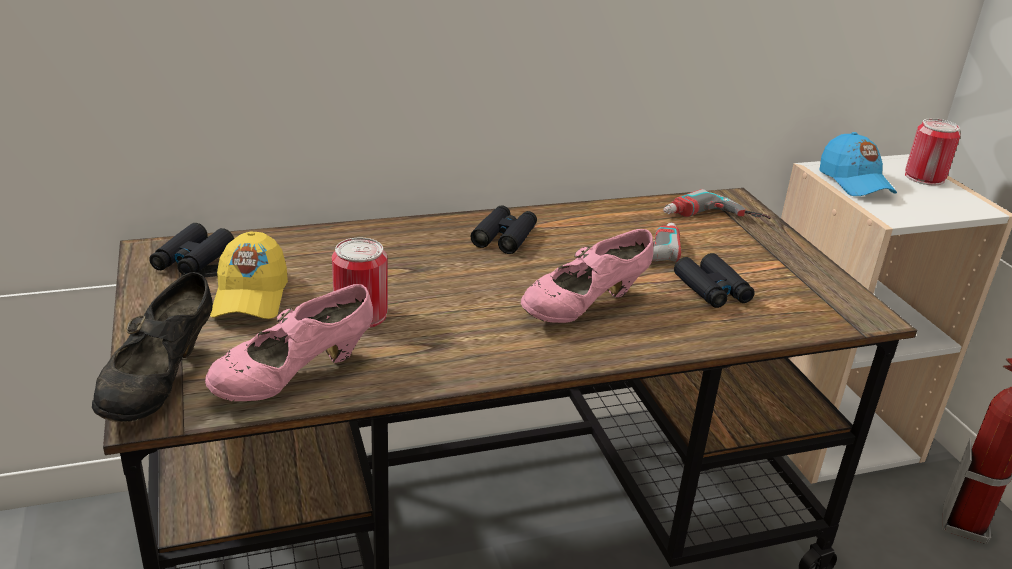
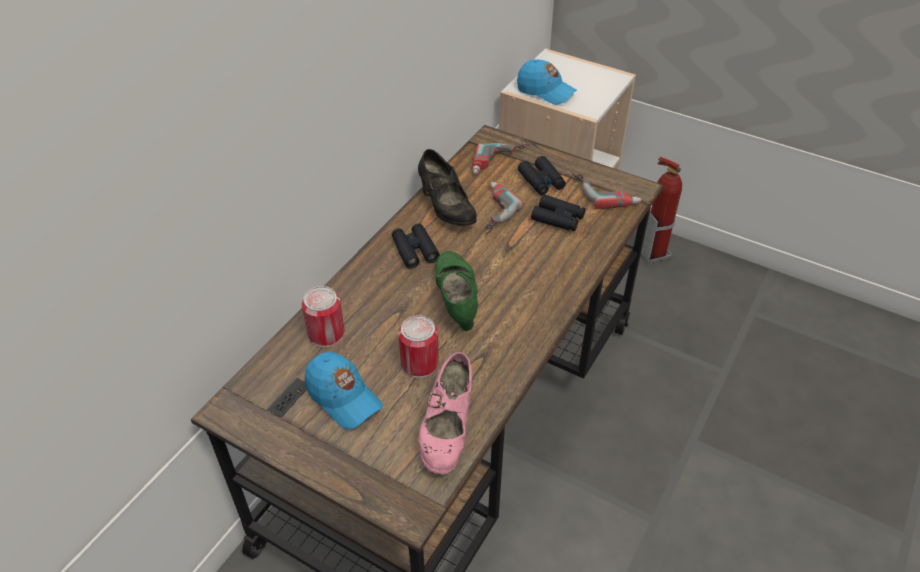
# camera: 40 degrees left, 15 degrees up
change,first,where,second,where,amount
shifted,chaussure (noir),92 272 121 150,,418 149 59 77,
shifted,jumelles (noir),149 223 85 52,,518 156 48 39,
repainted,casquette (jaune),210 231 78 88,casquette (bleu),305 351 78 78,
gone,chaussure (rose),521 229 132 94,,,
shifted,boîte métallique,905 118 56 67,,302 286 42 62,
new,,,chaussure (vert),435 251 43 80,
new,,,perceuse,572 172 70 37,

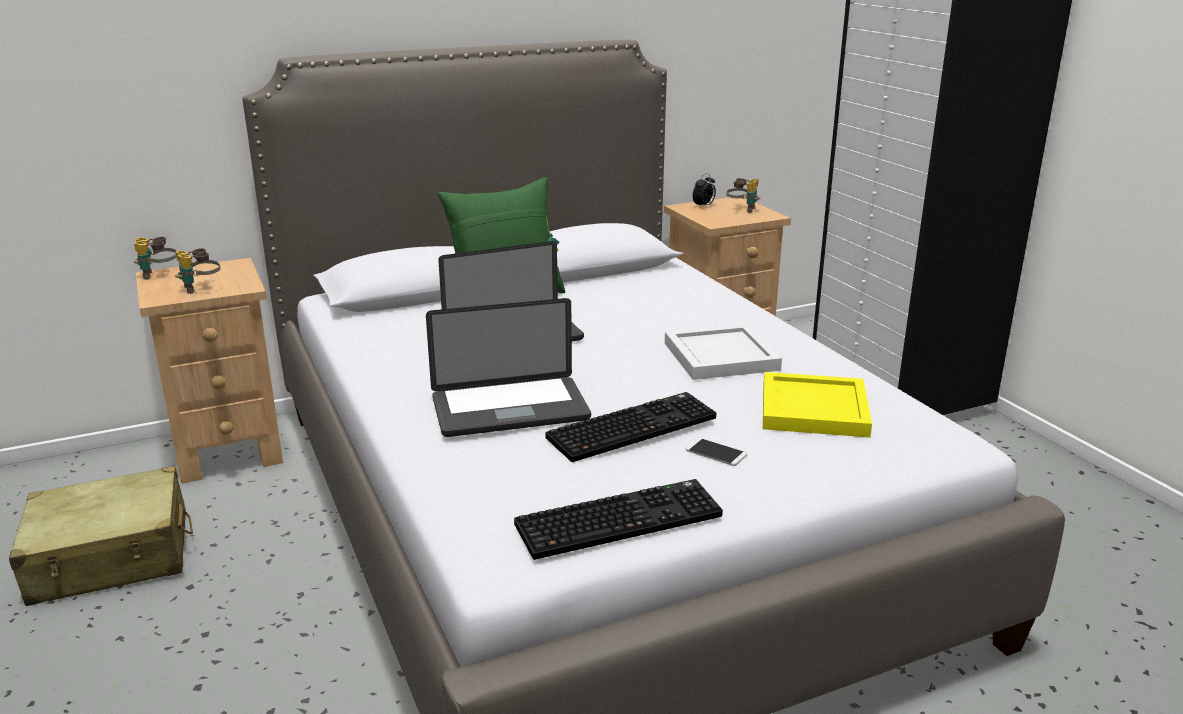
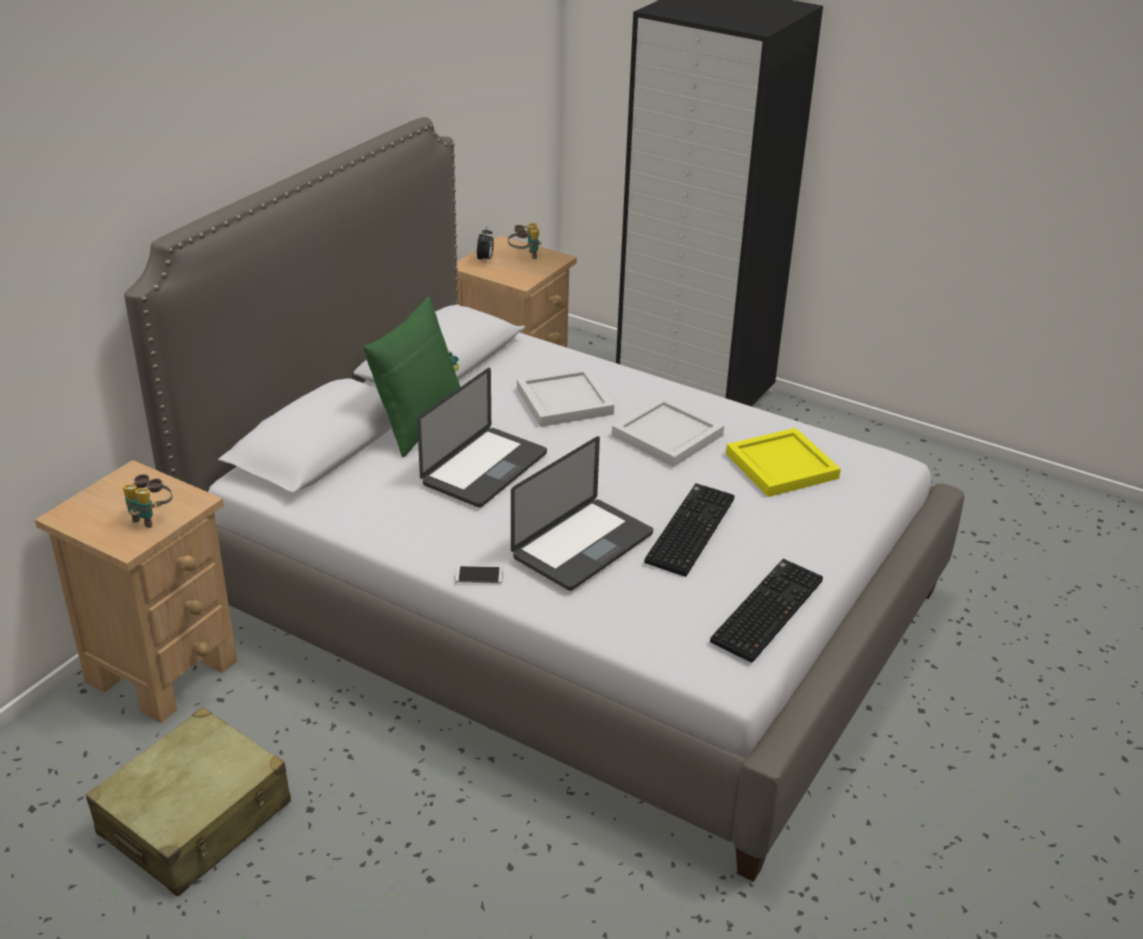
# camera: 35 degrees left, 10 degrees up
change,first,where,second,where,amount
gone,jumelles,134 237 43 43,,,
shifted,téléphone,686 438 61 28,,455 566 49 18,
new,,,plateau (blanc),517 368 97 59,

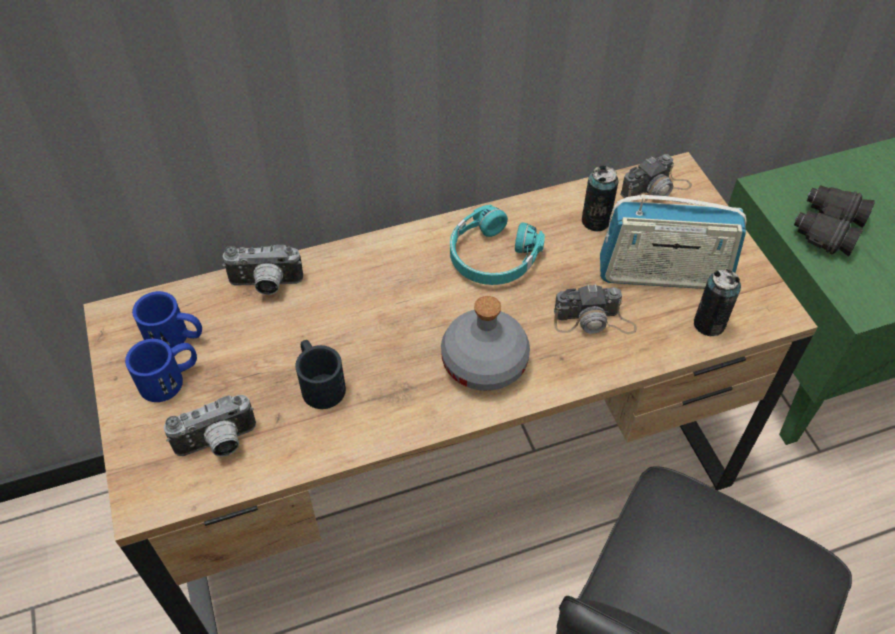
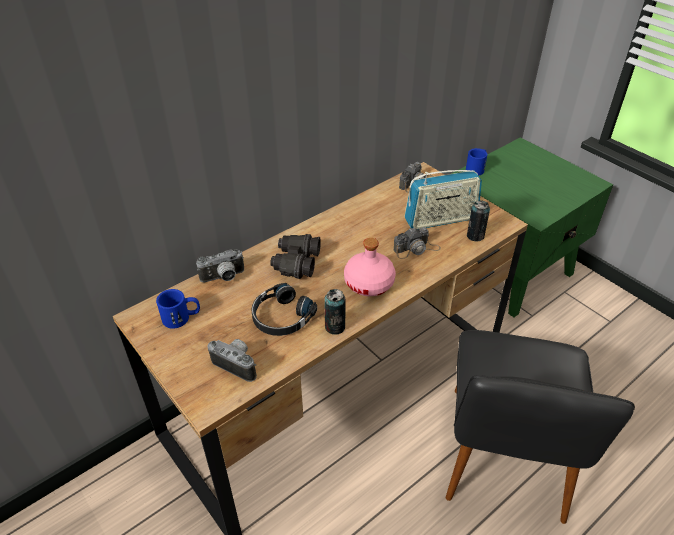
# camera: 20 degrees left, 10 degrees down
change,first,where,second,where,amount
shifted,mug (bleu),125 339 72 63,,466 148 22 28,
rotated,appareil photo,164 395 92 62,,208 339 49 43,105 degrees counterclockwise
swapped,mug (noir),295 340 51 69,casque audio (noir),252 283 65 53,
repainted,bouteille (gris),441 296 89 95,bouteille (rose),344 238 52 58,
gone,casque audio (turquoise),450 205 95 80,,,
shifted,boîte métallique,582 166 36 65,,324 289 22 46,
shifted,jumelles (noir),794 185 81 71,,270 234 51 45,

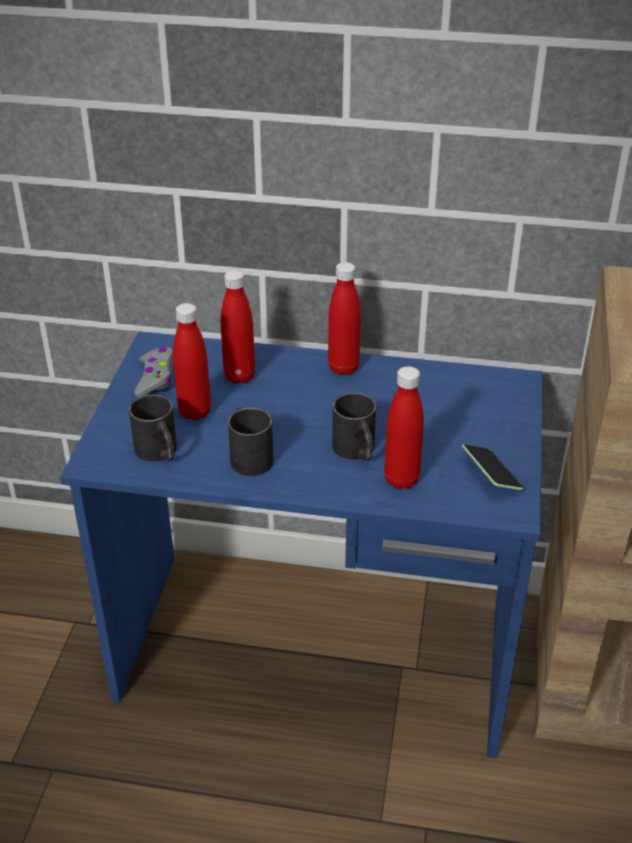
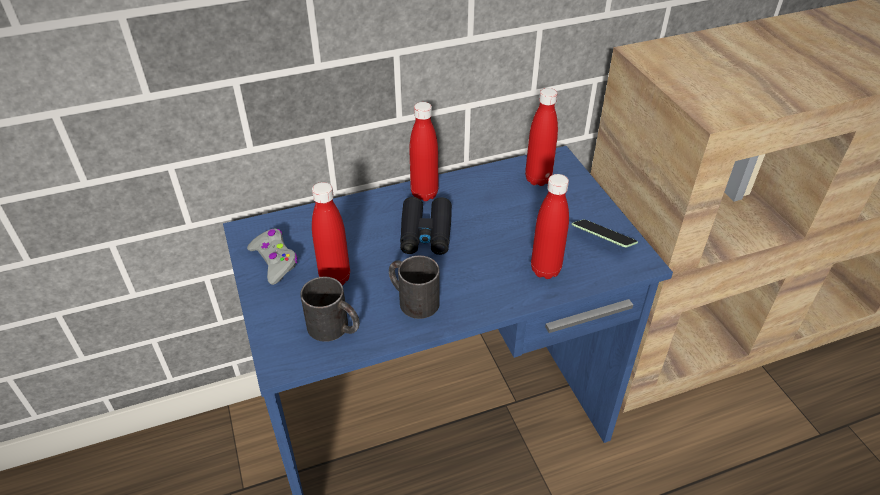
# camera: 30 degrees left, 5 degrees up
change,first,where,second,where,amount
shifted,bouteille (rouge),221 270 34 114,,525 88 33 98,
gone,mug (noir),332 393 44 68,,,
new,,,jumelles (noir),400 197 52 58,

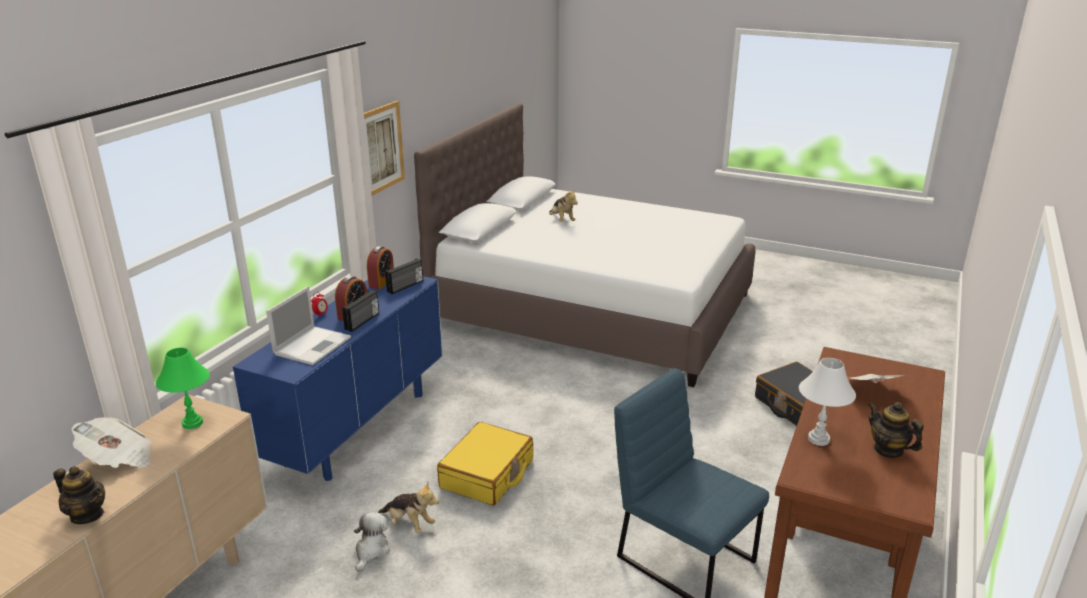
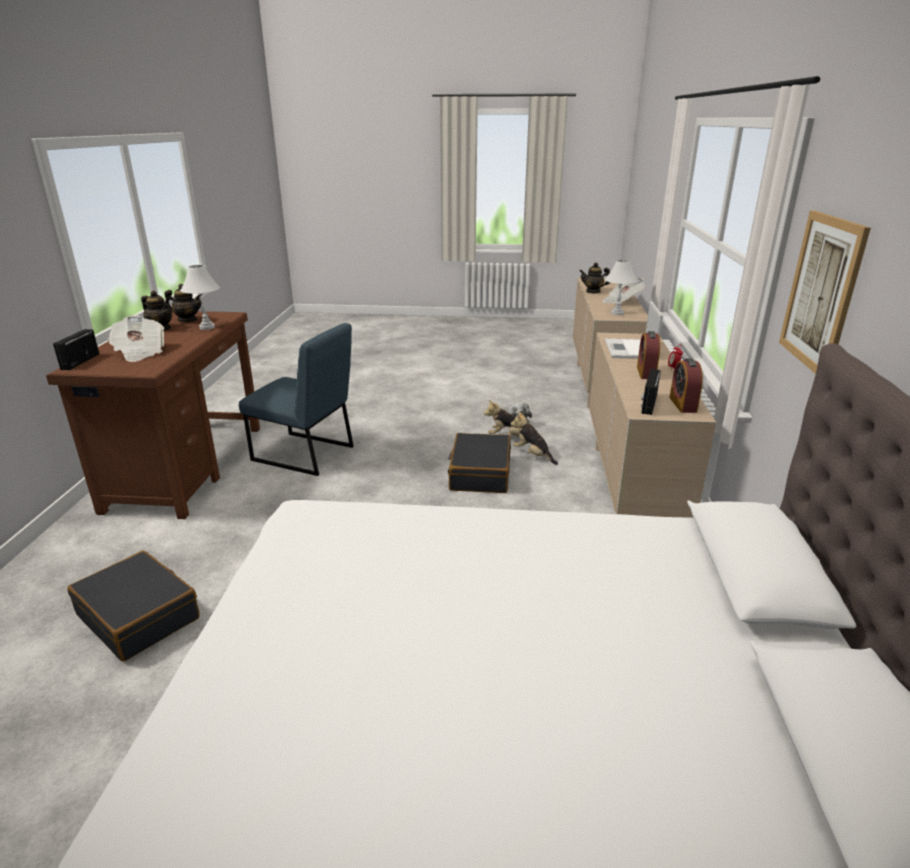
# camera: 160 degrees right, 0 degrees up
change,first,where,second,where,amount
repainted,lampe de table (vert),156 348 54 81,lampe de table (blanc),605 260 33 55,
repainted,commode (bleu),233 276 210 205,commode (beige),589 333 127 185,
shifted,radio,342 290 37 42,,53 329 46 41,
repainted,valise (jaune),437 422 96 84,valise (noir),448 433 63 60,
shifted,peluche,549 189 29 33,,510 411 48 54,
new,,,théière,164 284 37 38,

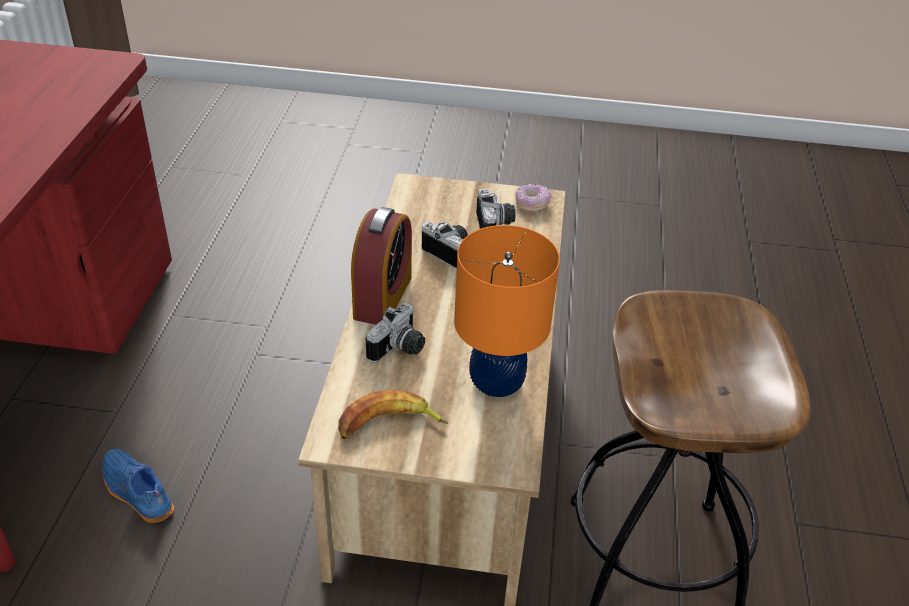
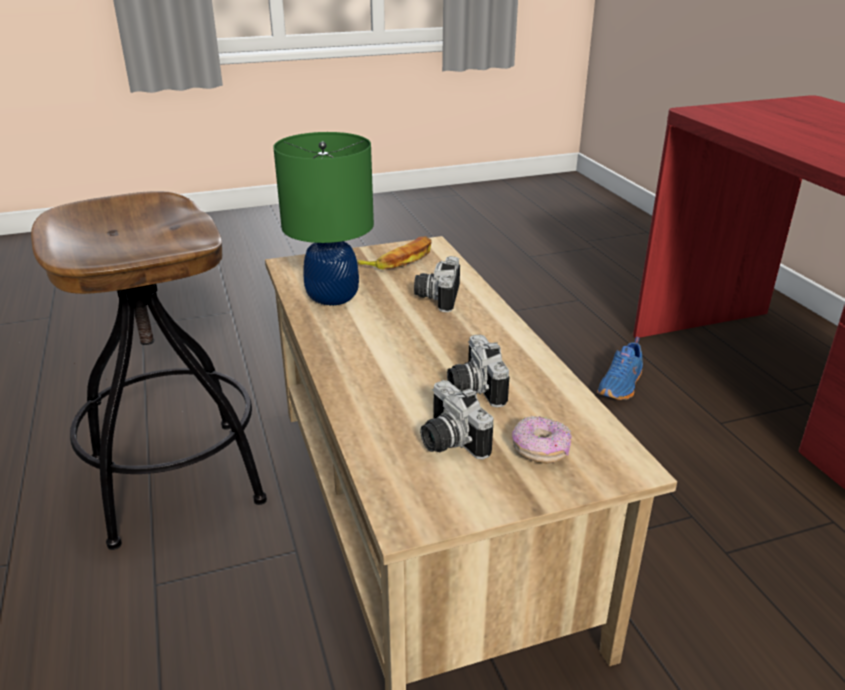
# camera: 155 degrees right, 10 degrees down
change,first,where,second,where,amount
rotated,chaussure (bleu),102 449 72 74,,597 337 46 63,105 degrees clockwise
gone,réveil,351 207 61 118,,,
rotated,appareil photo,422 221 46 48,,447 335 62 73,60 degrees clockwise
repainted,lampe de table (orange),454 225 106 172,lampe de table (vert),273 132 101 174,
shifted,beignet,515 184 36 28,,512 416 60 48,

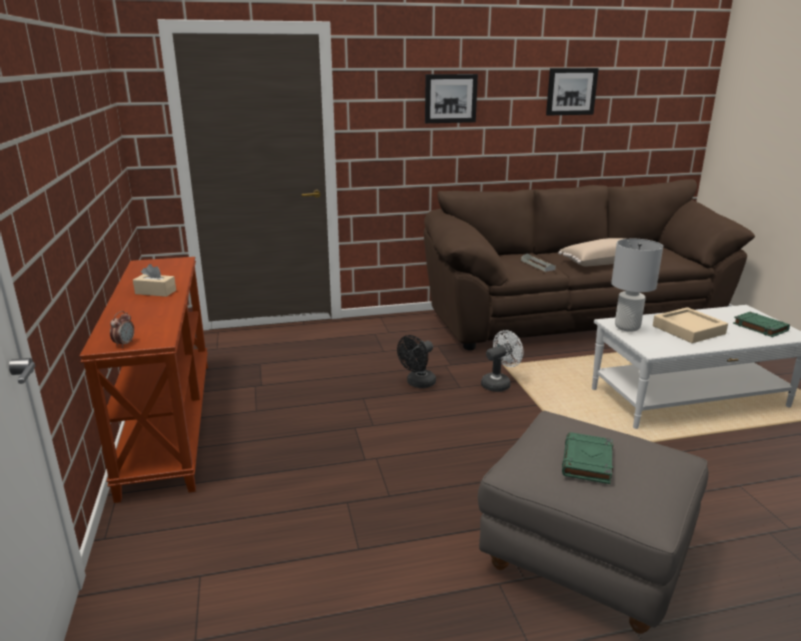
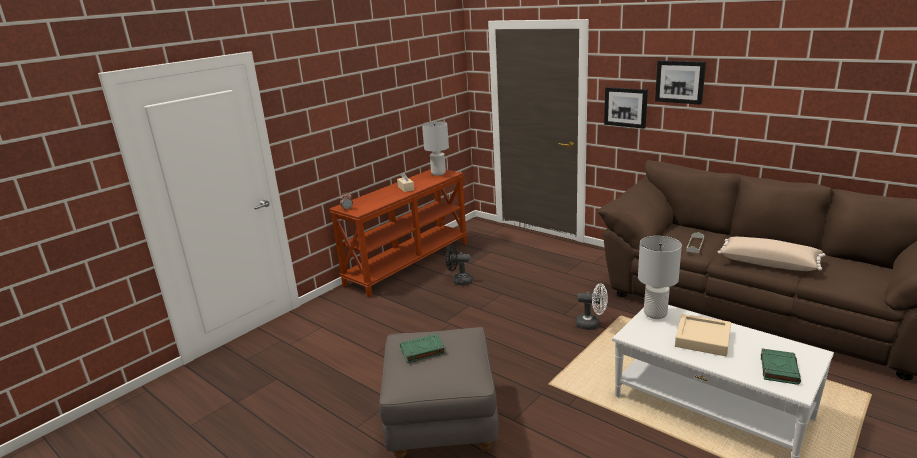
# camera: 55 degrees right, 0 degrees up
change,first,where,second,where,amount
shifted,ventilateur (noir),397 335 39 53,,445 245 28 40,
shifted,tableau,546 68 53 48,,604 87 44 42,
new,,,lampe de table (gris),422 121 27 55,

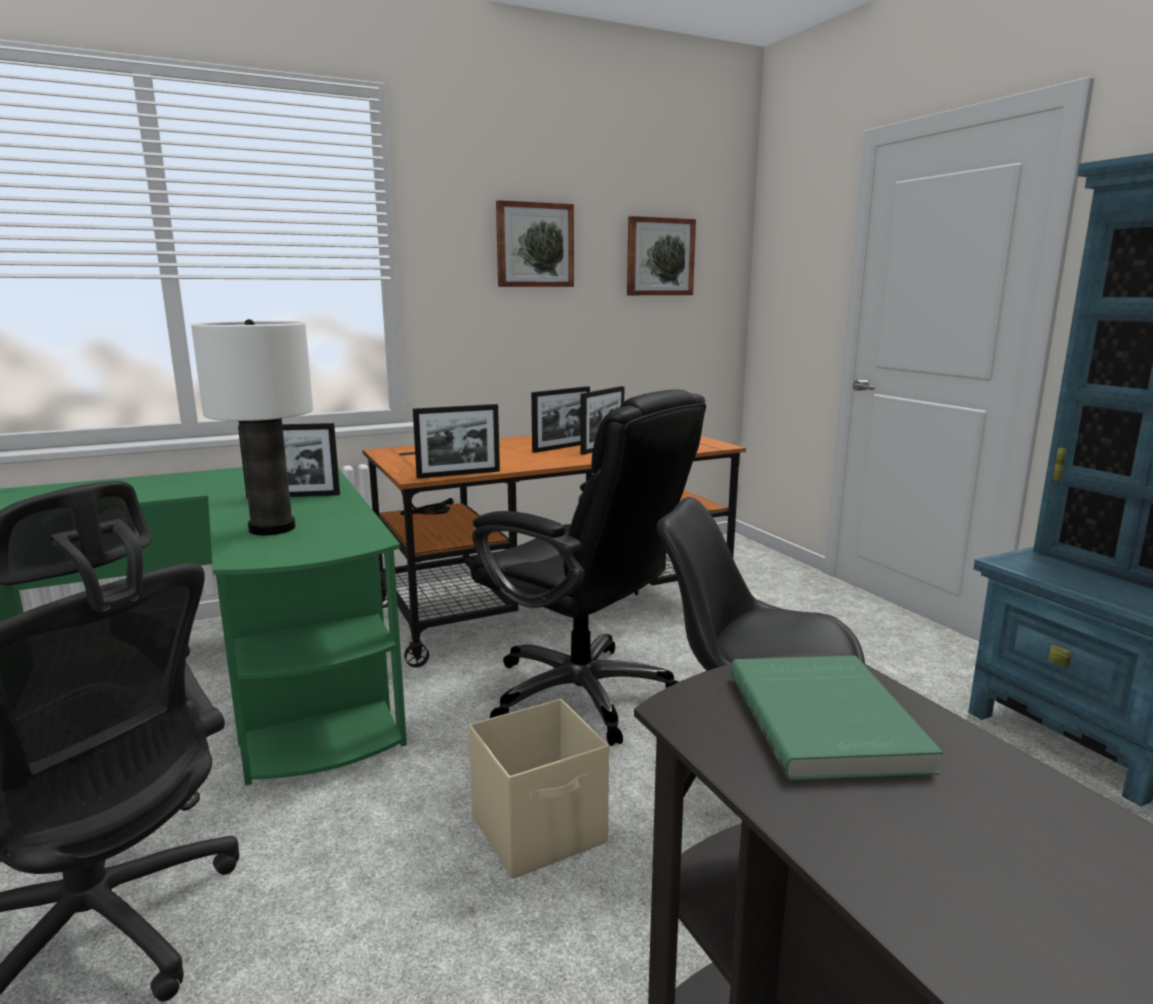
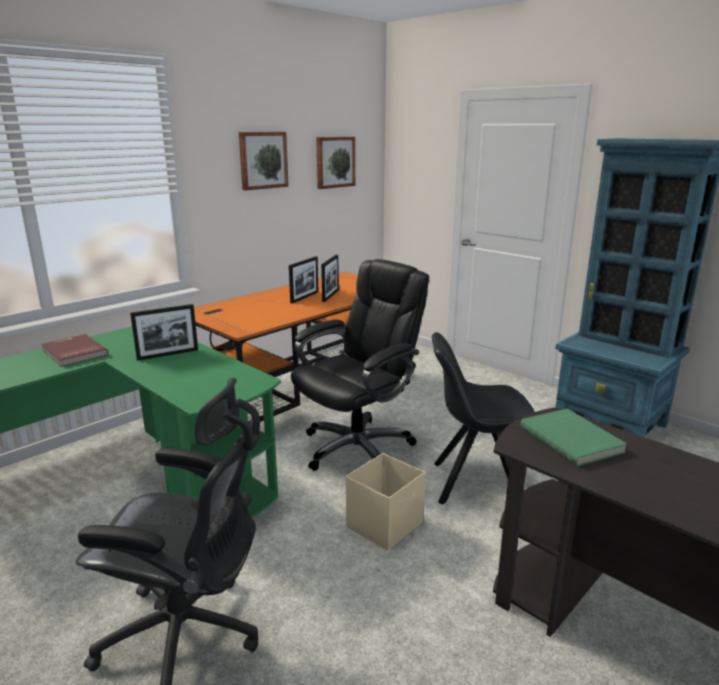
# camera: 20 degrees left, 5 degrees up
change,first,where,second,where,amount
gone,lampe de table (blanc),191 319 122 216,,,
gone,cadre photo,413 404 87 75,,,
rotated,chaise de bureau (noir),470 389 236 357,,291 259 138 212,60 degrees counterclockwise
new,,,livre (rouge),41 334 67 33,

